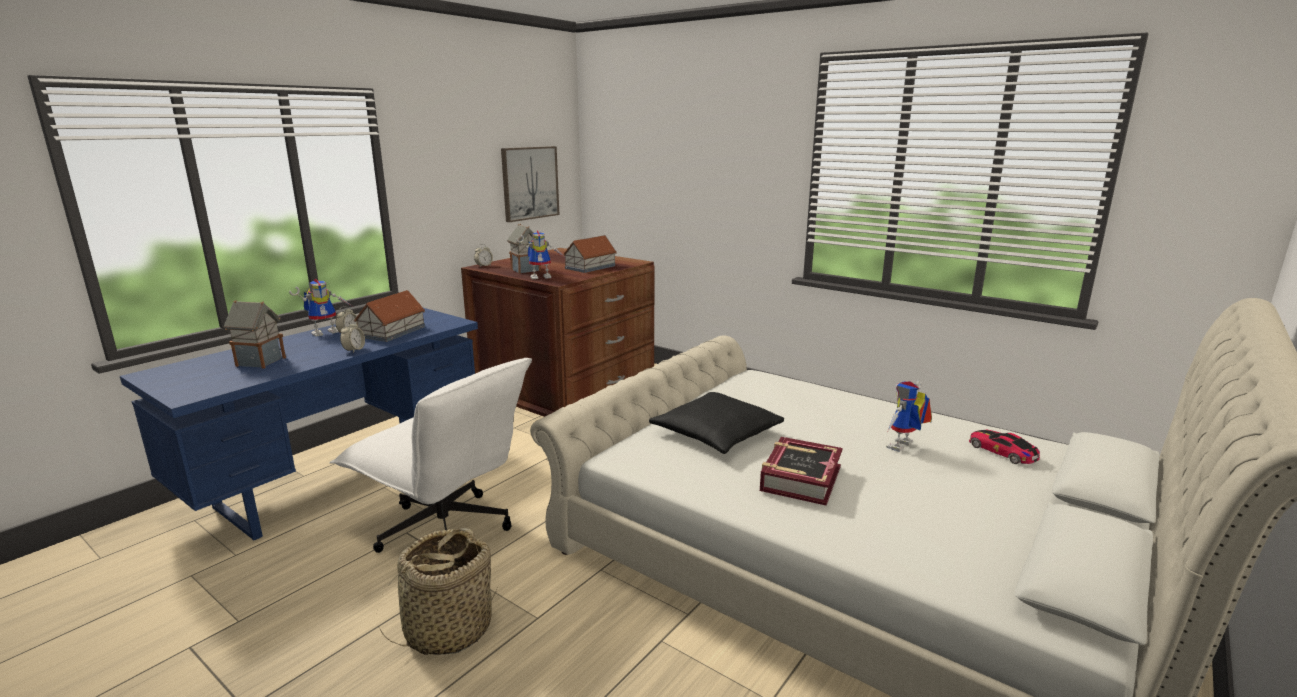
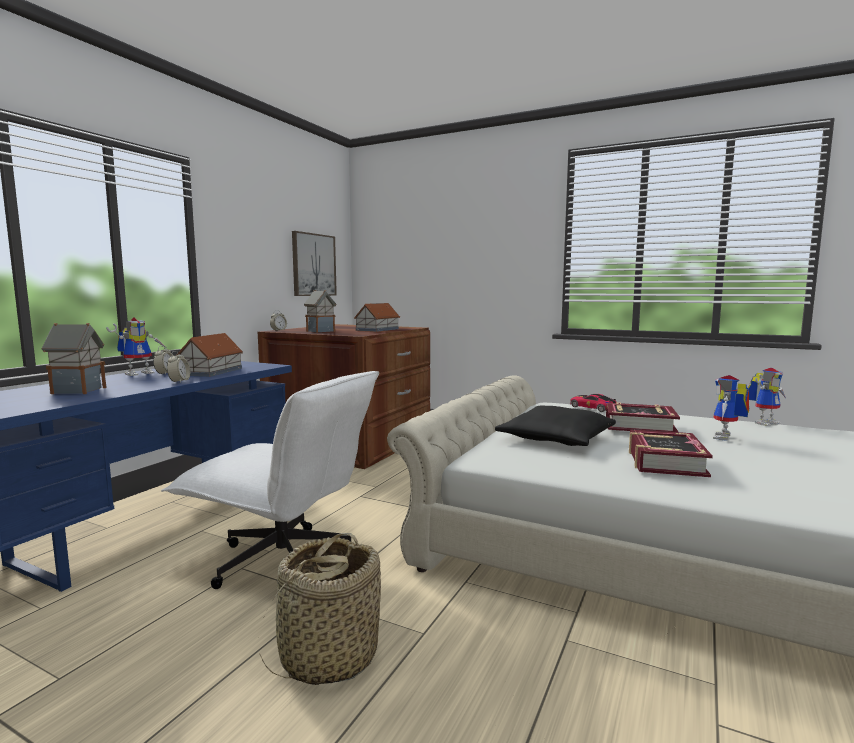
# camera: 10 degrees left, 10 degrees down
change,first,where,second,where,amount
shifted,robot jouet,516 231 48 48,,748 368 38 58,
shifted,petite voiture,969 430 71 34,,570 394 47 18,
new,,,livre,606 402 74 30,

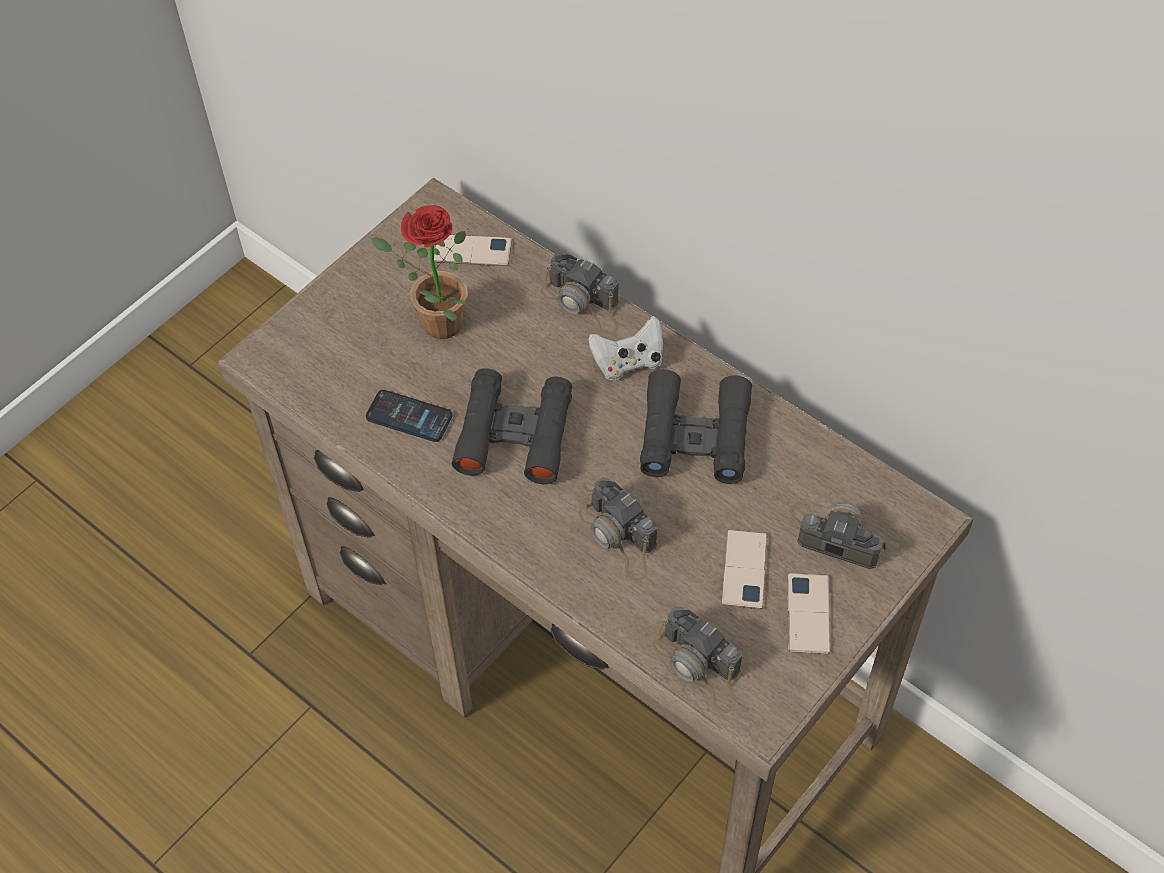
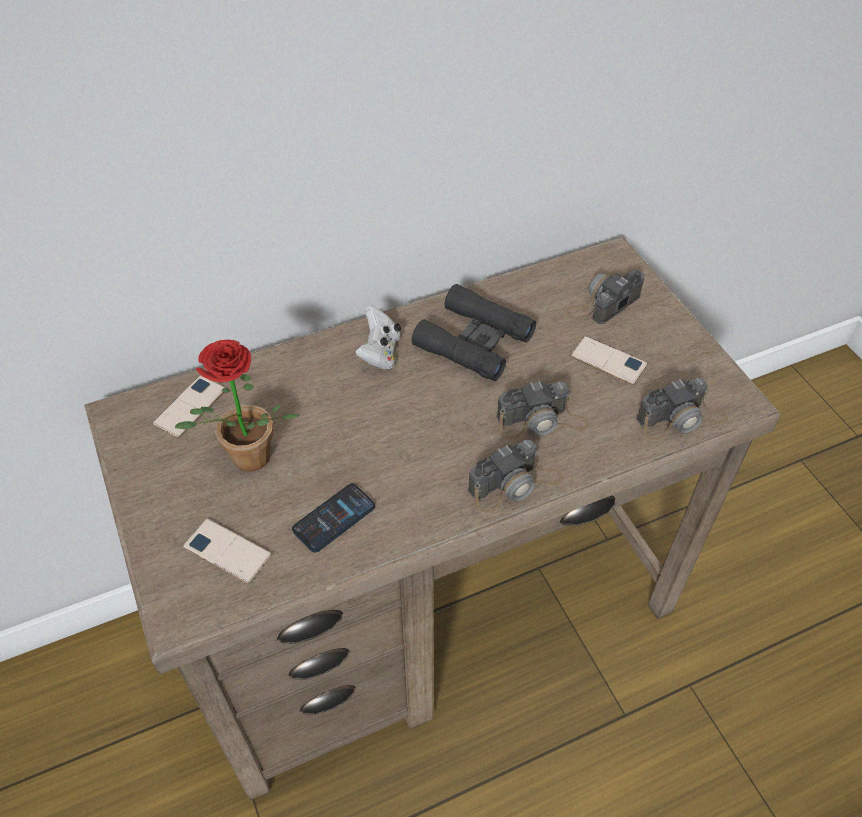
# camera: 65 degrees left, 5 degrees down
change,first,where,second,where,amount
gone,jumelles (noir),452 368 120 116,,,
shifted,appareil photo,540 253 79 82,,468 440 95 73,
shifted,téléphone,788 573 42 81,,183 519 89 65,

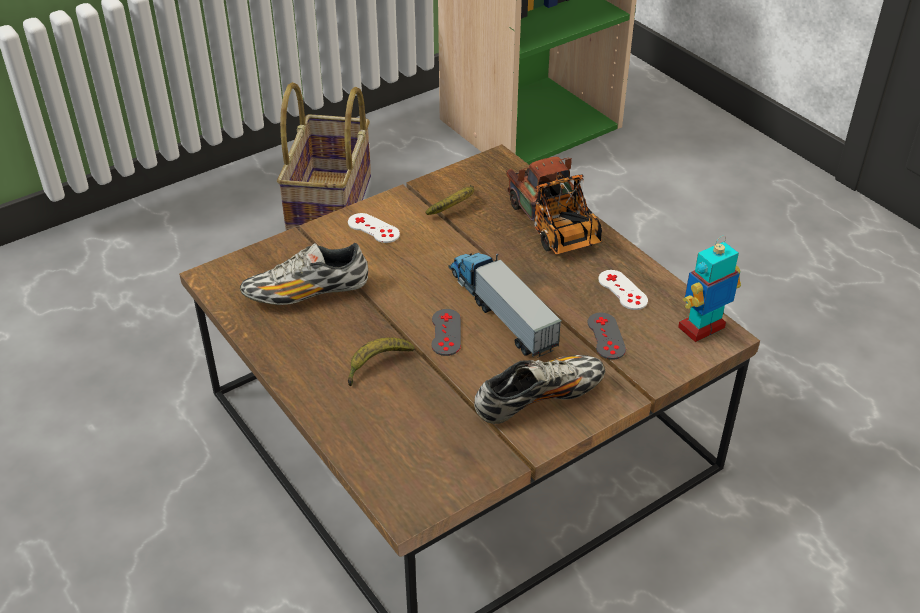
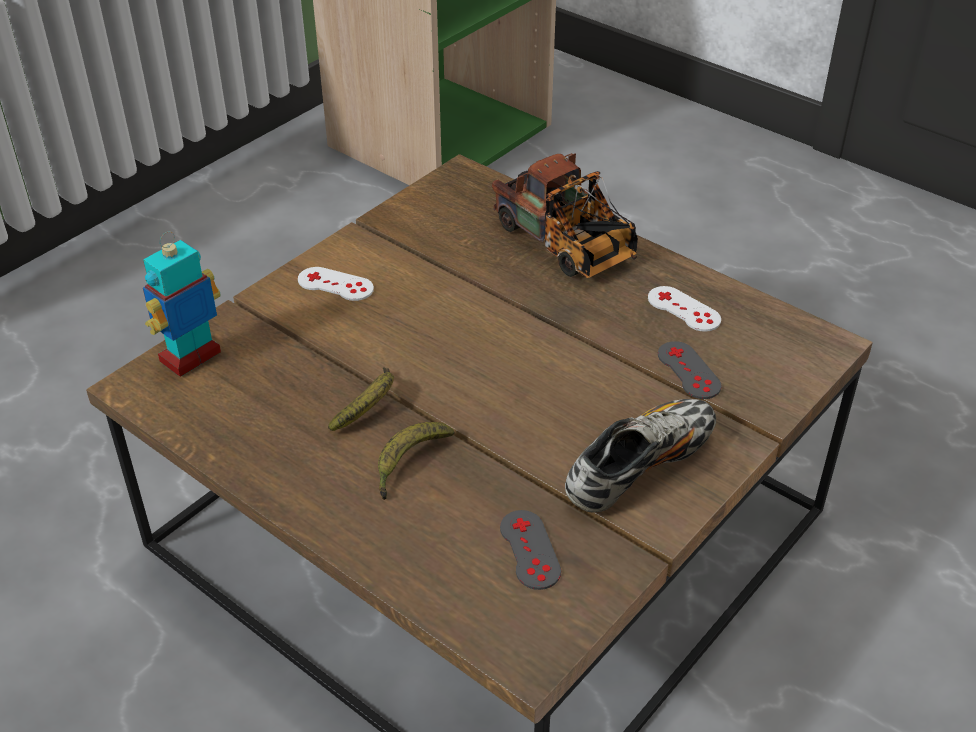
# camera: 15 degrees left, 0 degrees up
change,first,where,second,where,amount
gone,chaussure,240 243 128 62,,,
gone,panier,277 82 94 149,,,
shifted,banane,425 185 49 30,,328 368 66 63,
shifted,manette (gris),431 309 30 47,,500 510 61 80,
gone,camion jouet,449 252 113 106,,,
shifted,robot jouet,678 236 63 106,,143 232 78 145,

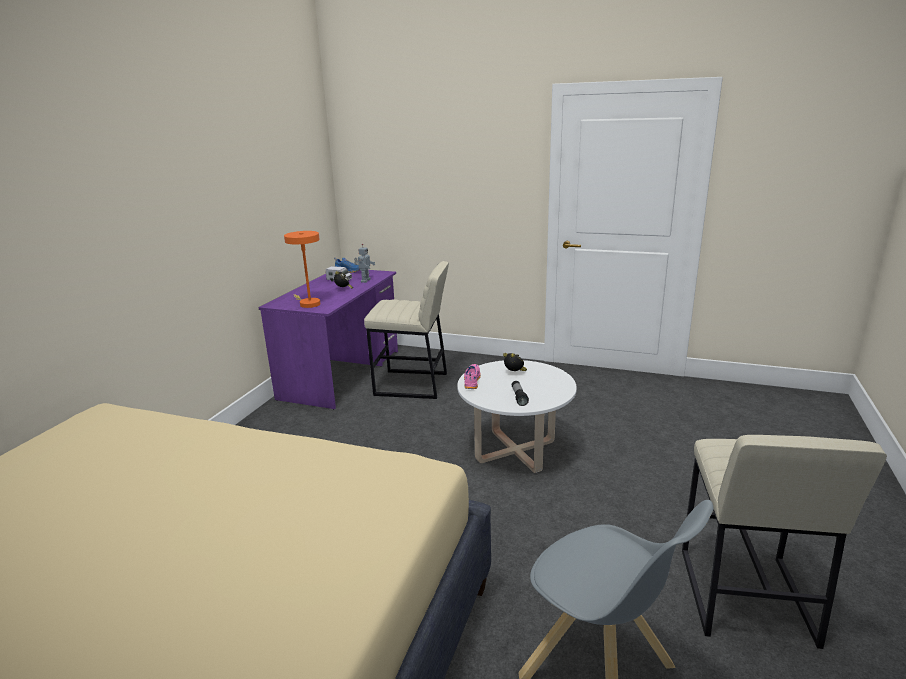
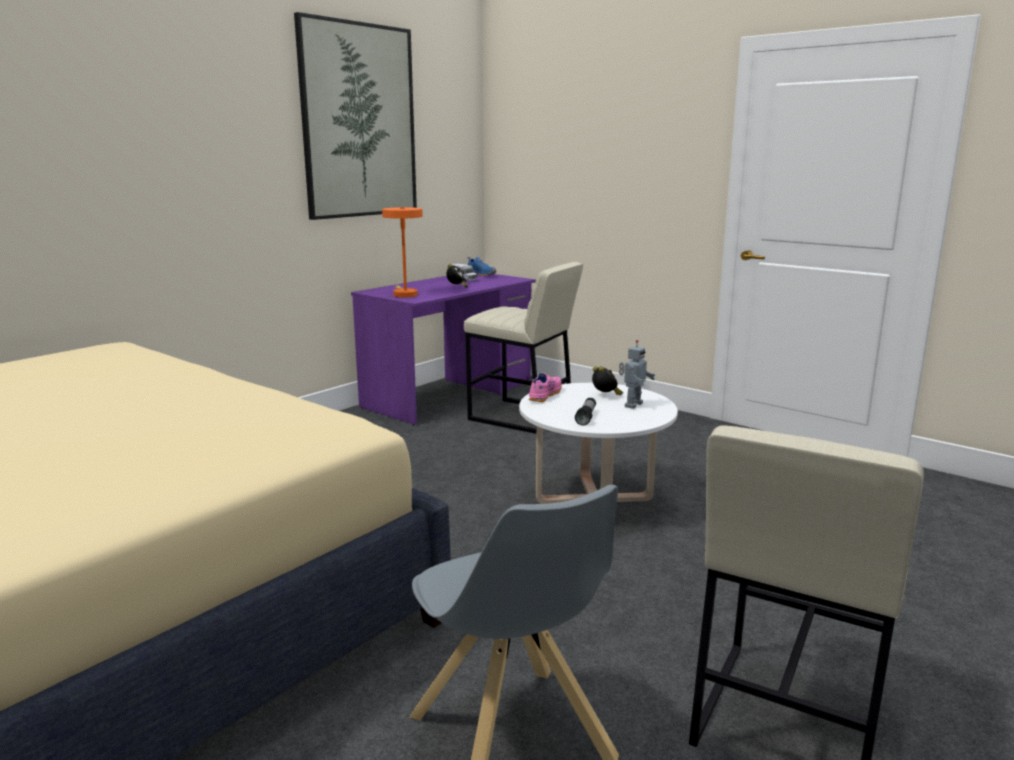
# camera: 20 degrees right, 5 degrees down
change,first,where,second,where,amount
shifted,robot jouet,354 244 21 39,,619 340 36 69,
new,,,tableau,294 12 123 208,

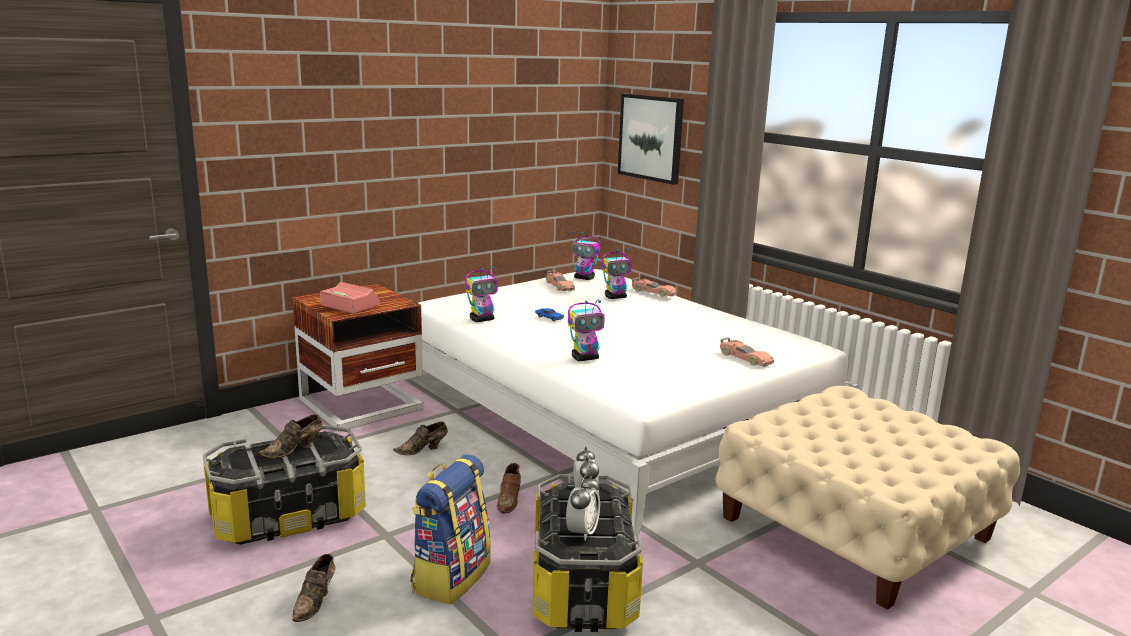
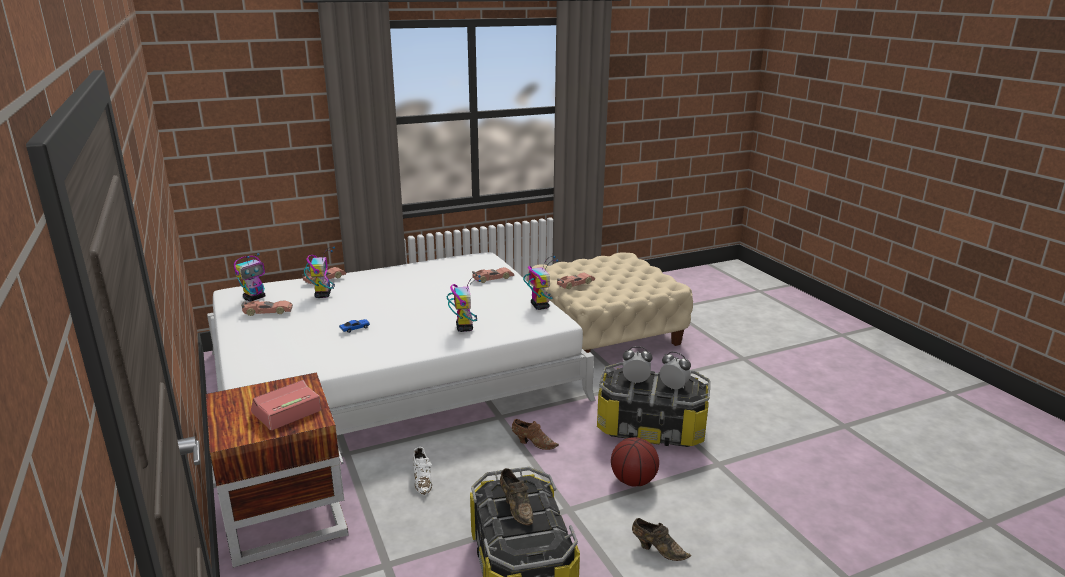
# camera: 75 degrees left, 5 degrees up
change,first,where,second,where,amount
repainted,chaussure (marron),393 422 55 33,chaussure (blanc),413 447 19 48,
swapped,sac à dos,410 454 81 151,ballon de basket,611 437 48 50,
shifted,robot jouet,465 266 33 56,,523 256 35 54,
gone,tableau,618 94 66 91,,,
new,,,petite voiture,557 272 38 17,

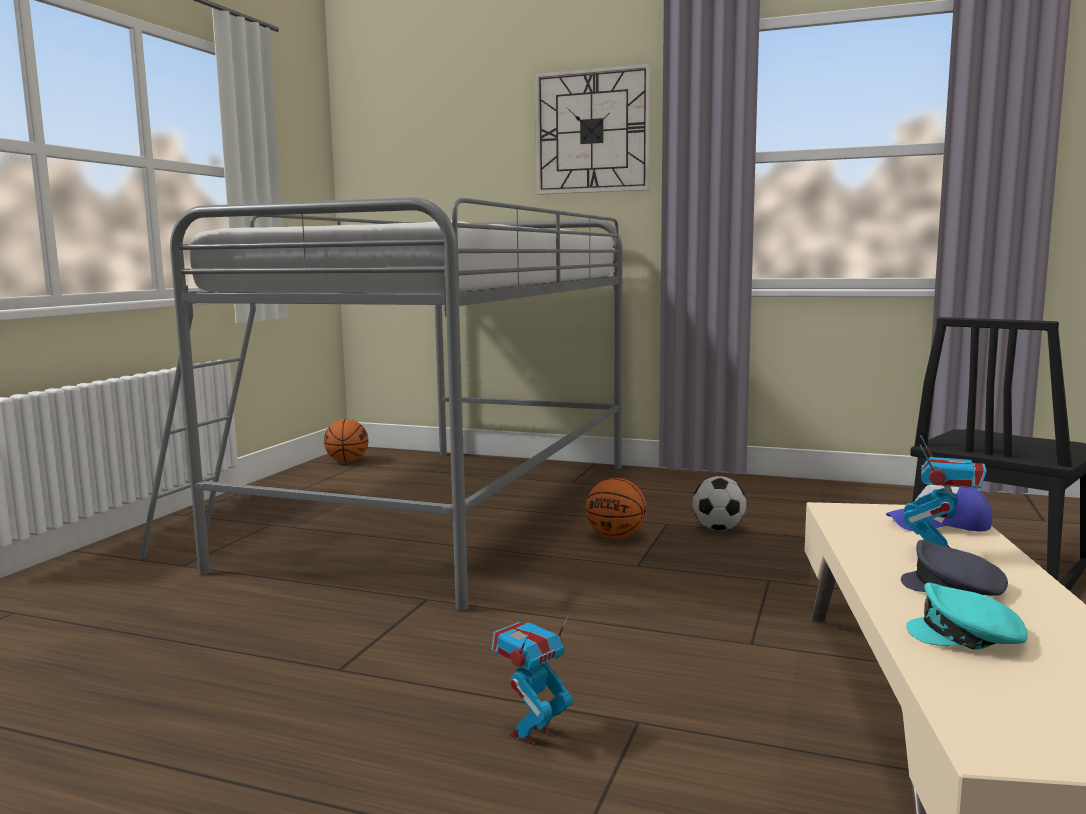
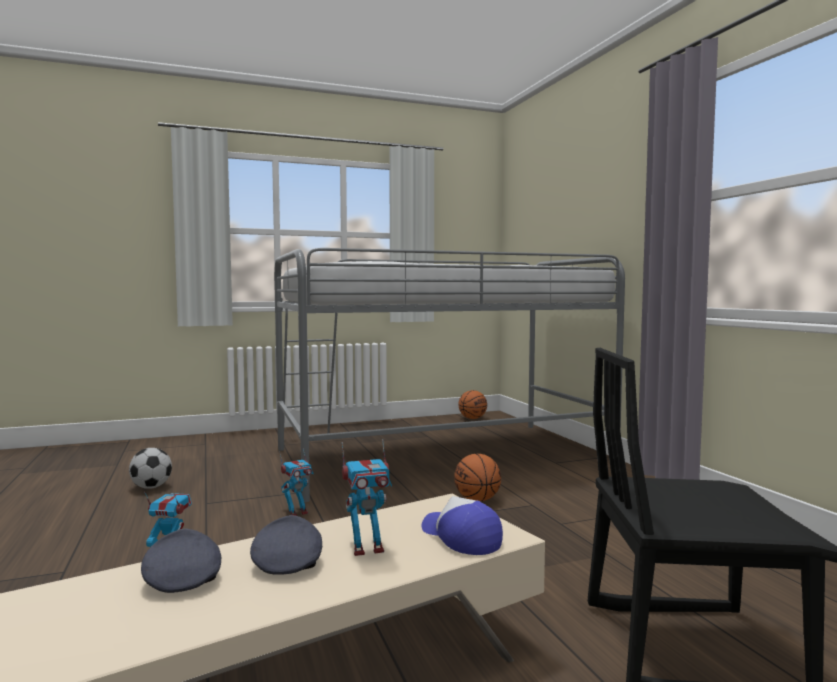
# camera: 50 degrees right, 5 degrees down
change,first,where,second,where,amount
gone,horloge murale,534 63 117 132,,,
shifted,ballon de foot,692 476 54 54,,129 448 43 41,
repainted,casquette (turquoise),906 583 122 67,casquette (gris),141 529 80 64,
new,,,robot jouet,280 448 34 68,

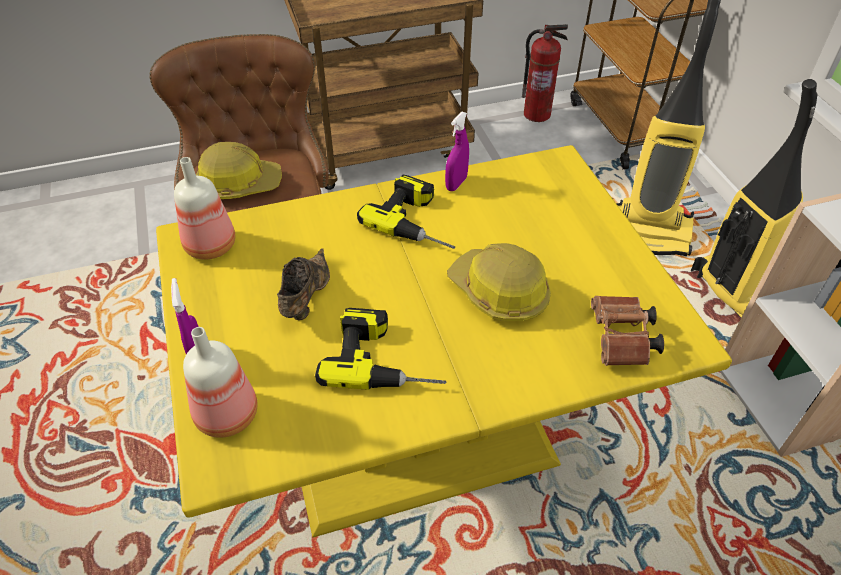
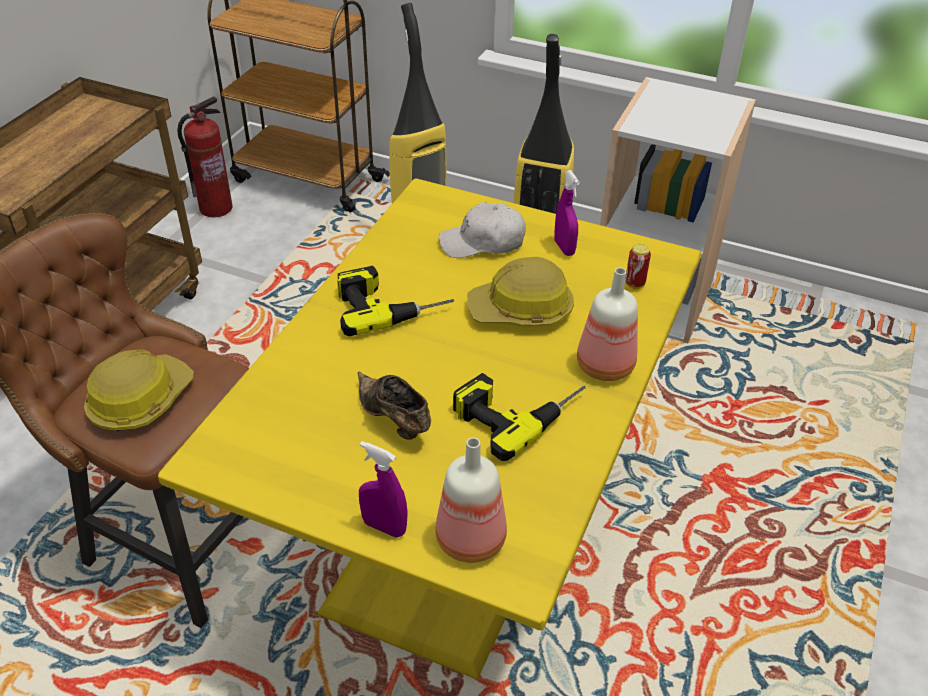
# camera: 50 degrees left, 5 degrees down
change,first,where,second,where,amount
shifted,bouteille,174 157 61 103,,577 268 61 113,
shifted,vaporisateur (violet),445 112 24 79,,554 170 26 86,
swapped,jumelles (marron),591 296 73 70,boîte métallique,625 244 26 45,
new,,,casquette (blanc),439 202 87 56,

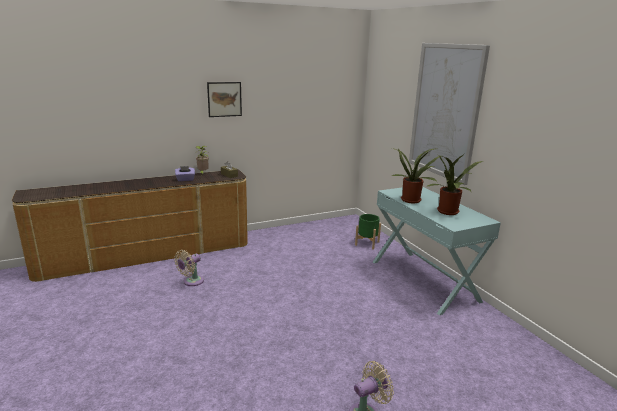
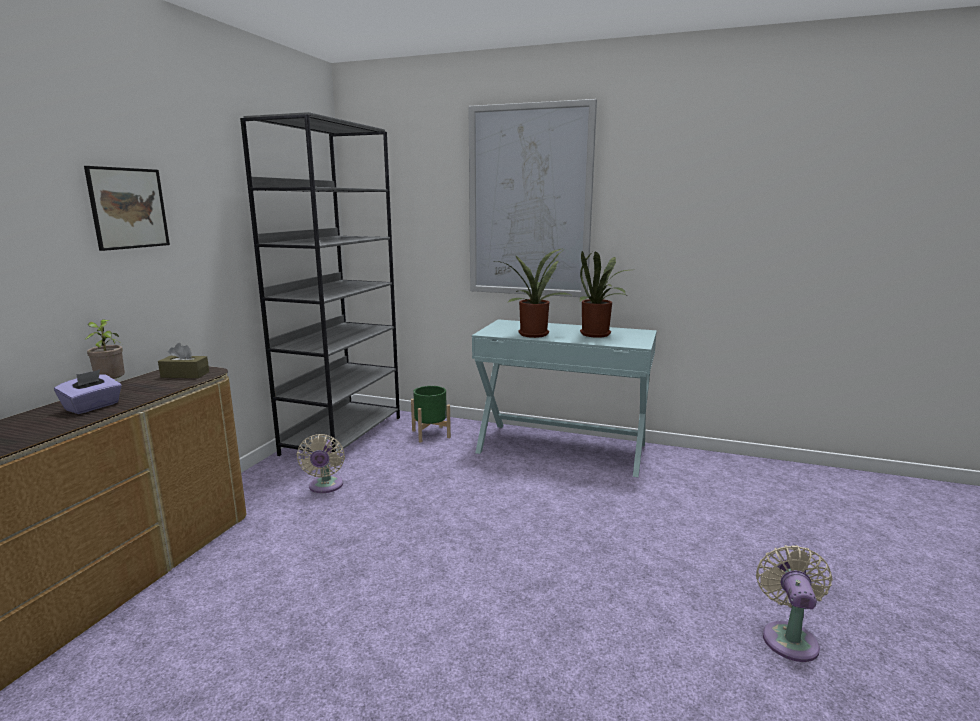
# camera: 45 degrees left, 5 degrees down
change,first,where,second,where,amount
shifted,ventilateur (beige),175 250 29 36,,296 434 49 59,
new,,,bibliothèque (gris),240 112 160 344,

